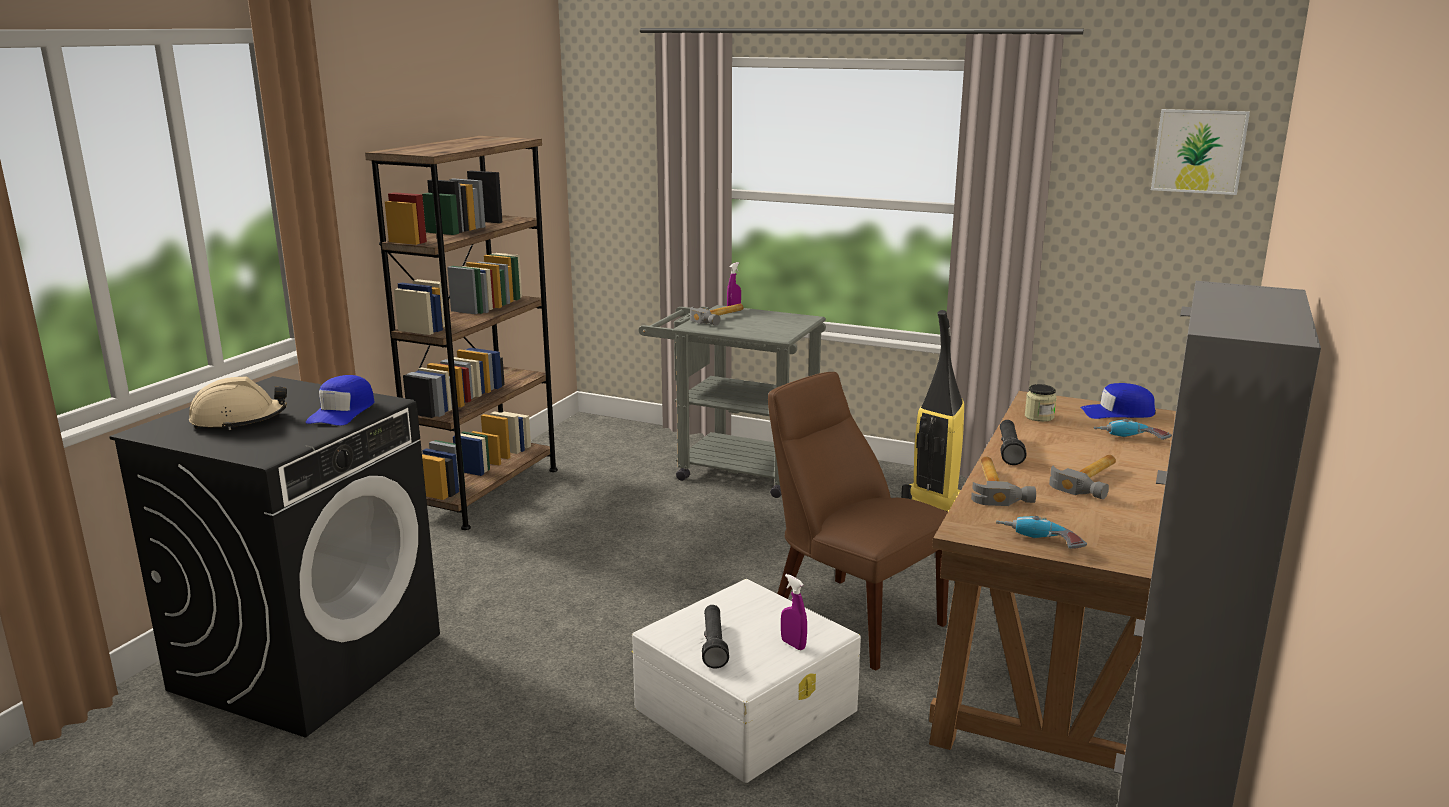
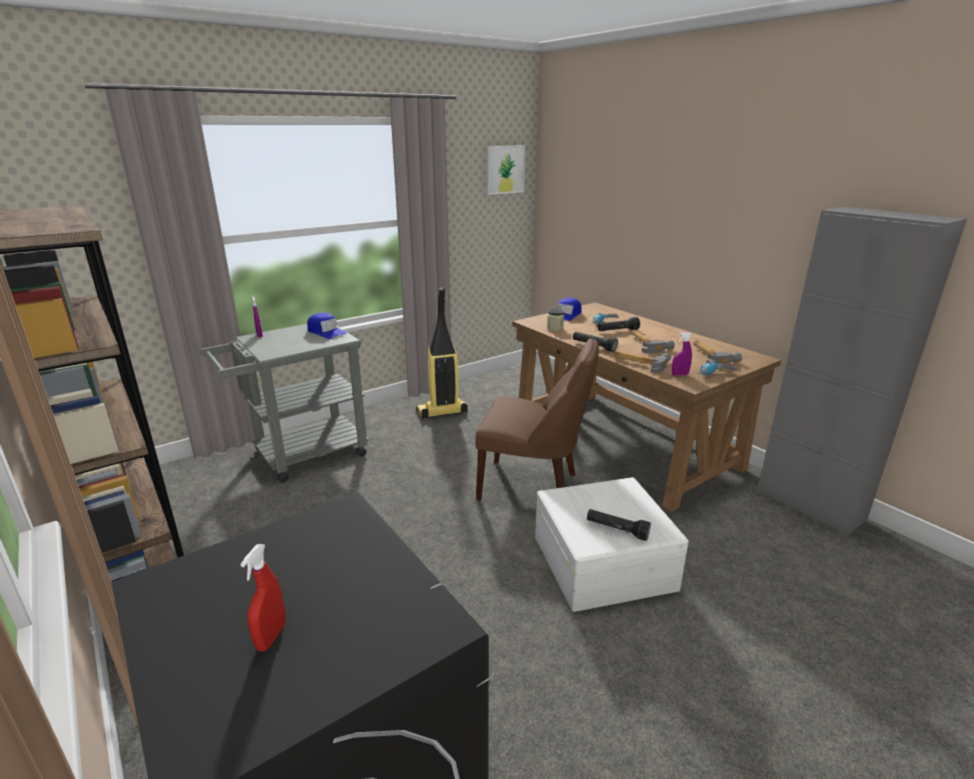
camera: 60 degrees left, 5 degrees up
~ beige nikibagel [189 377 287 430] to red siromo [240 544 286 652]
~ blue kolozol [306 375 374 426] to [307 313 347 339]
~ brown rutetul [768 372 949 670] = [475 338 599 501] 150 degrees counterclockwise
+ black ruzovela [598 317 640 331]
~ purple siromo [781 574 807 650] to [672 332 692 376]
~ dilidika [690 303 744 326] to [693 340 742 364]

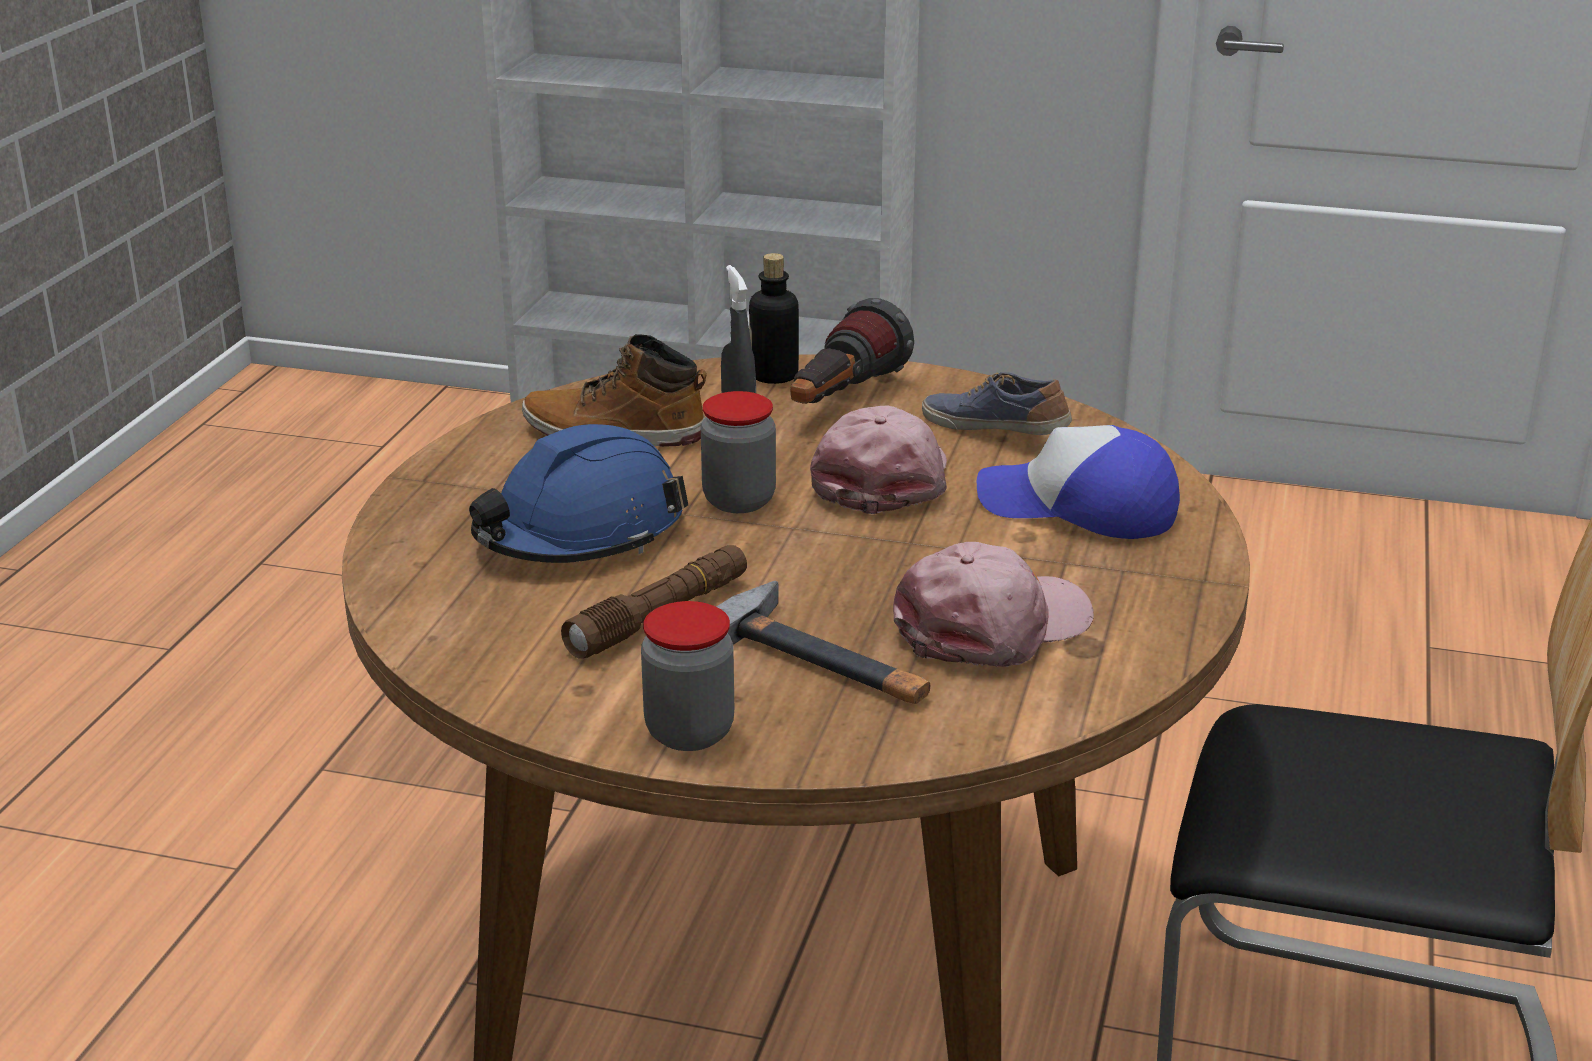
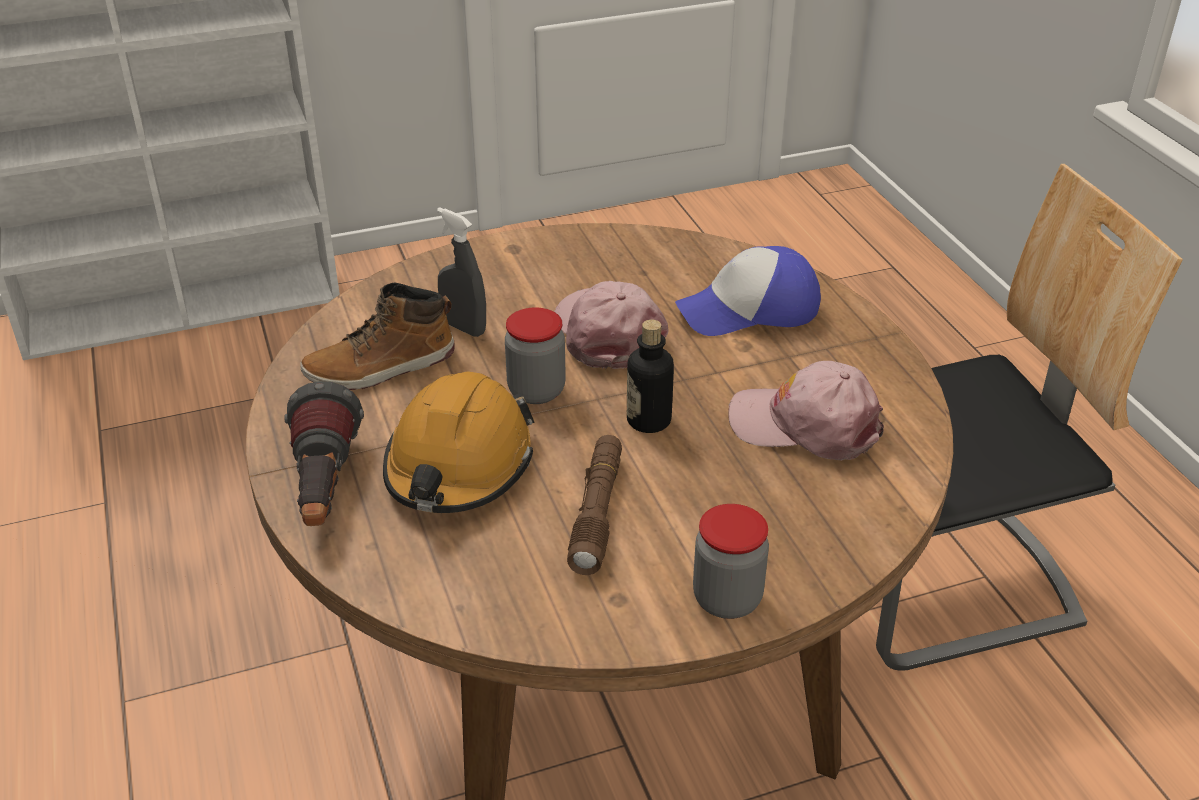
camera: 35 degrees left, 10 degrees up
~ ruzovela [790 298 914 404] to [284 381 364 526]
~ blue nikibagel [469 424 688 563] to orange nikibagel [383 372 535 513]
~ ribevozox [749 253 799 384] to [627 319 674 433]
~ pink kolozol [893 542 1094 667] = [728 361 884 461] 90 degrees counterclockwise
- dilidika [716 581 930 704]
- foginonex [922 372 1072 435]

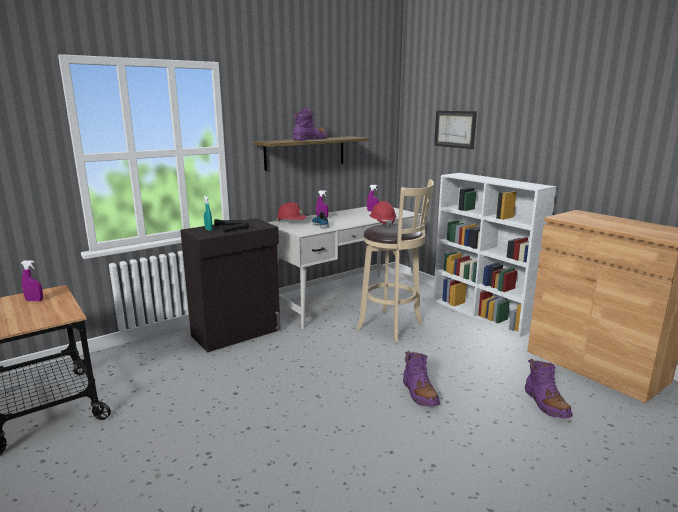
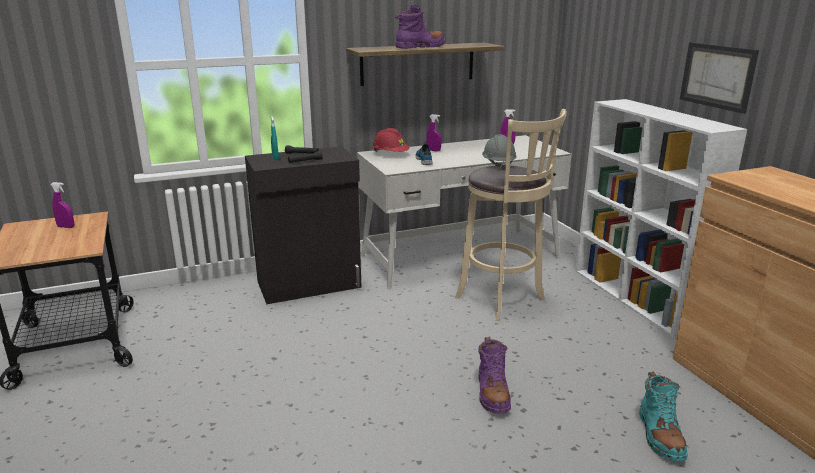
camera: 15 degrees right, 5 degrees up
~ red nikibagel [369 201 397 227] to grey nikibagel [482 134 517 170]
~ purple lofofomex [525 359 573 418] to turquoise lofofomex [639 371 688 461]
~ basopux [434 111 477 149] to [680 42 759 114]

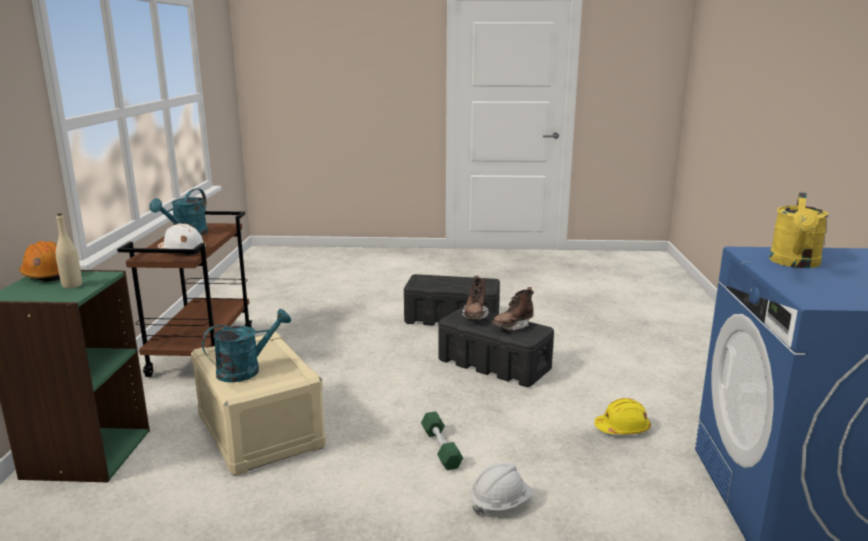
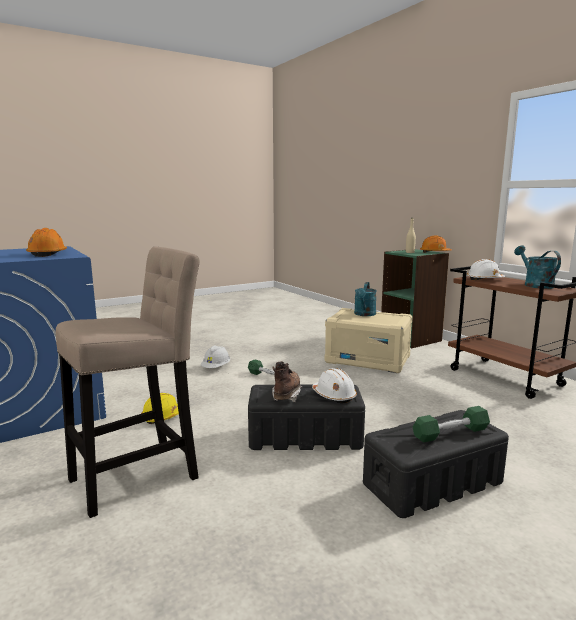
camera: 145 degrees right, 5 degrees down
~ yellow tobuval [769 192 829 268] to orange nikibagel [26 228 67 257]
+ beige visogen [56 246 199 518]
~ brown lofofomex [462 276 489 320] to white nikibagel [312 368 357 403]
+ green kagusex [413 406 490 442]

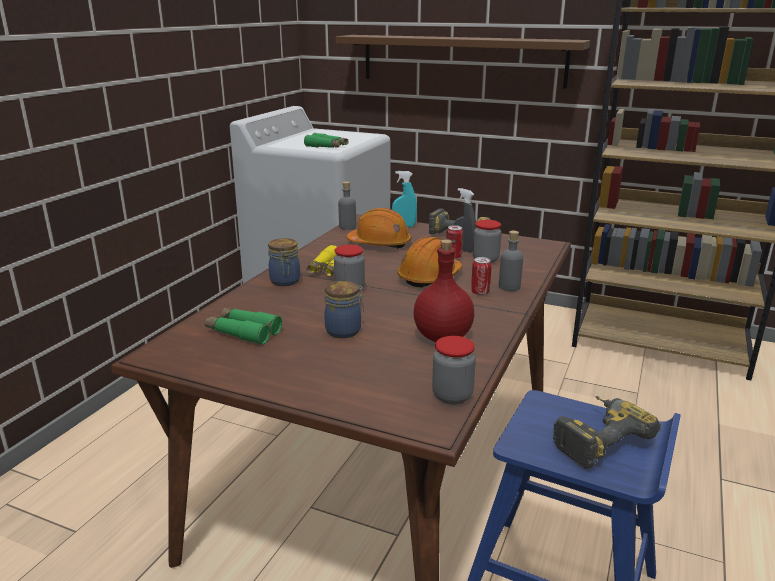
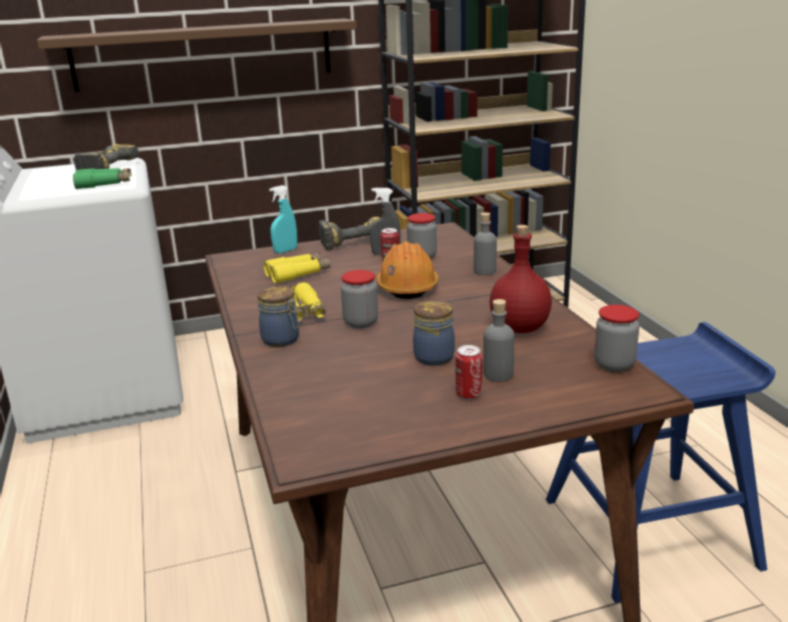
camera: 40 degrees left, 0 degrees up
~ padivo [553 396 661 469] to [73 144 139 170]
~ orange nikibagel [346 208 411 249] to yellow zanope [264 253 331 284]
~ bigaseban [471 257 492 295] to [455 345 482 399]
~ grey ribevozox [338 181 356 230] to [483 299 514 382]
- green zanope [205 308 282 345]

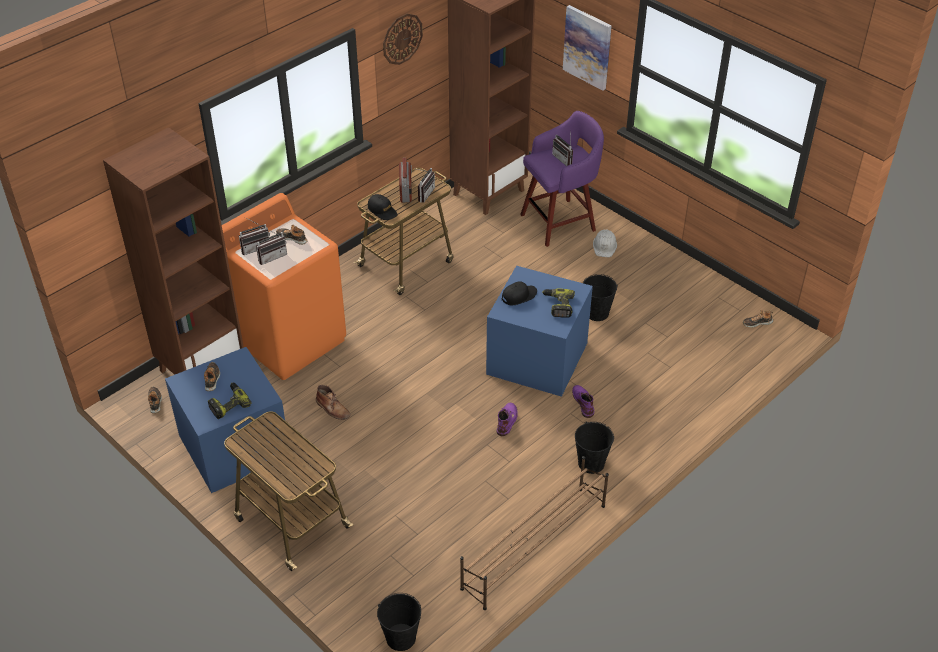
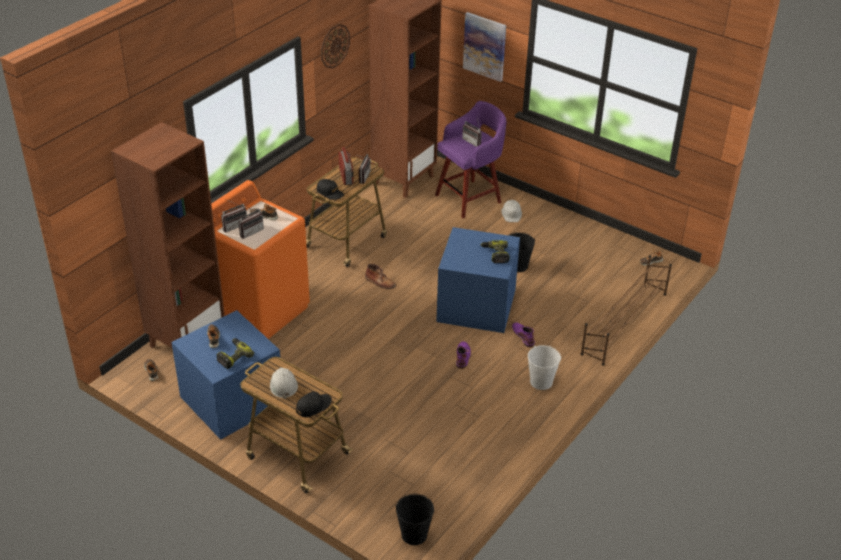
camera: 10 degrees left, 5 degrees down
+ white nikibagel [270 367 298 399]
~ black kolozol [502 281 537 305] to [296 392 332 417]
~ brown lofofomex [316 385 350 420] to [365 264 396 289]
~ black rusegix [575 422 614 474] to white rusegix [528 345 561 390]
~ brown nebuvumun [460 456 609 610] to [581 255 672 366]

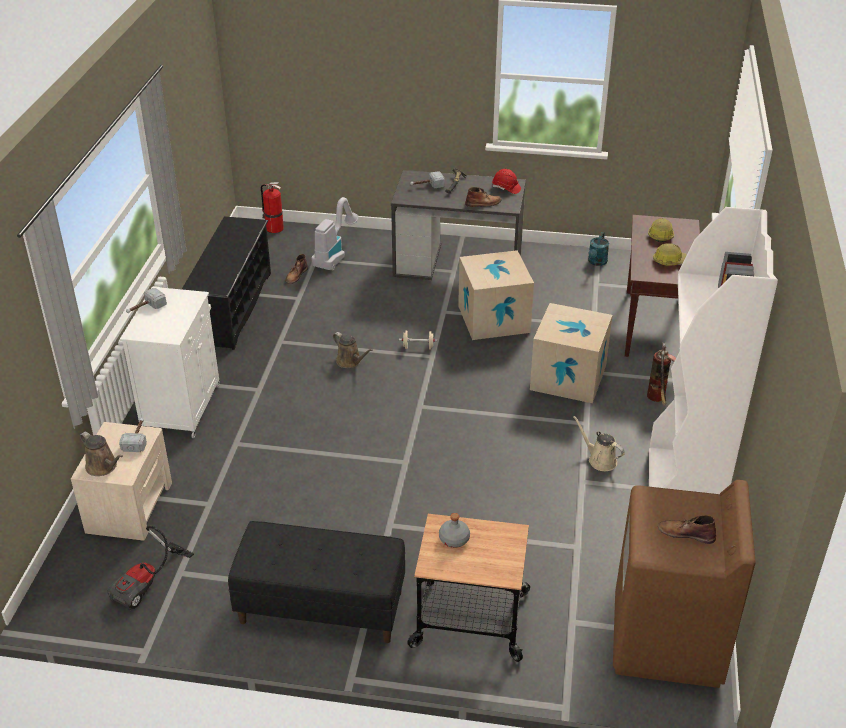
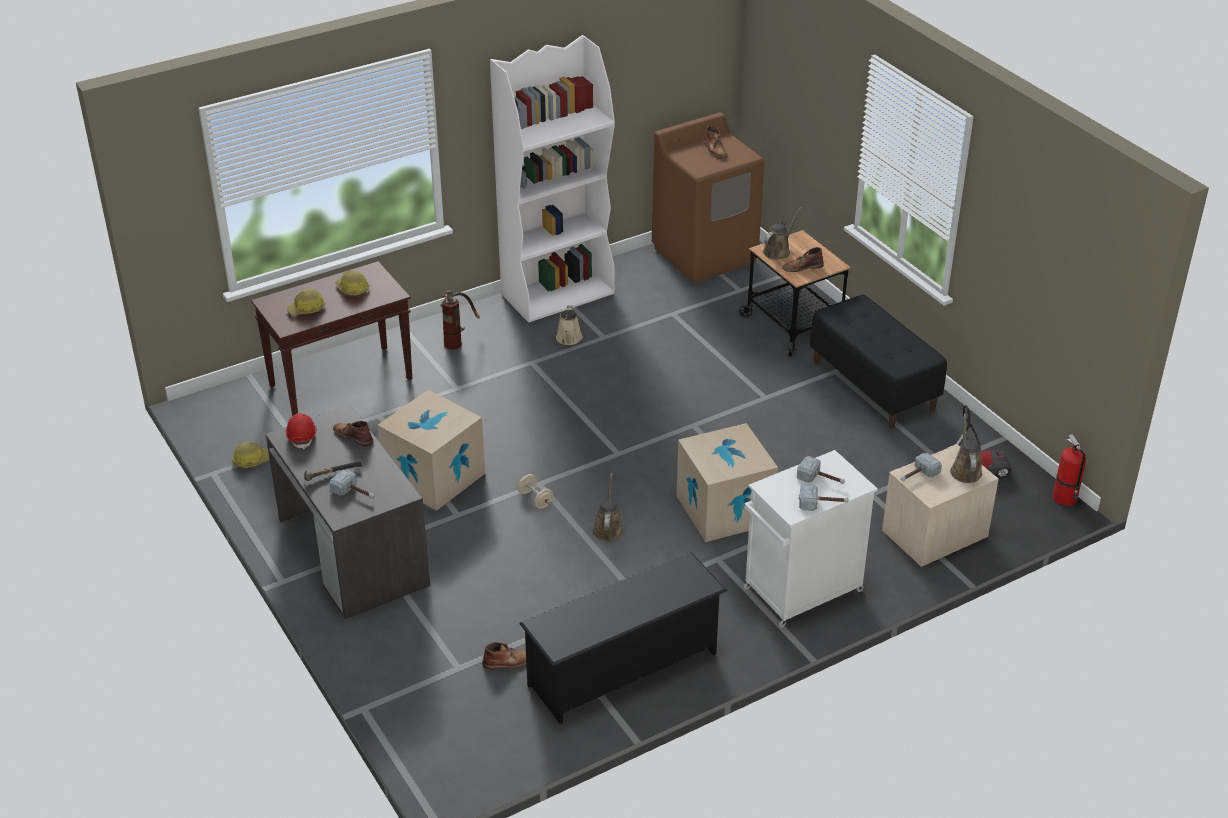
camera: 130 degrees left, 0 degrees up
~ turquoise tobuval [588 232 609 266] to nikibagel [232 442 270 468]
~ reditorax [530 303 612 403] to [677 423 778 542]
+ brown tobuval [763 207 802 259]
~ grey ribevozox [439 513 470 548] to brown lofofomex [782 247 824 272]
+ dilidika [797 456 845 484]
~ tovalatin [261 182 284 233] to [1053 434 1087 506]
- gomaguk [311 197 358 270]

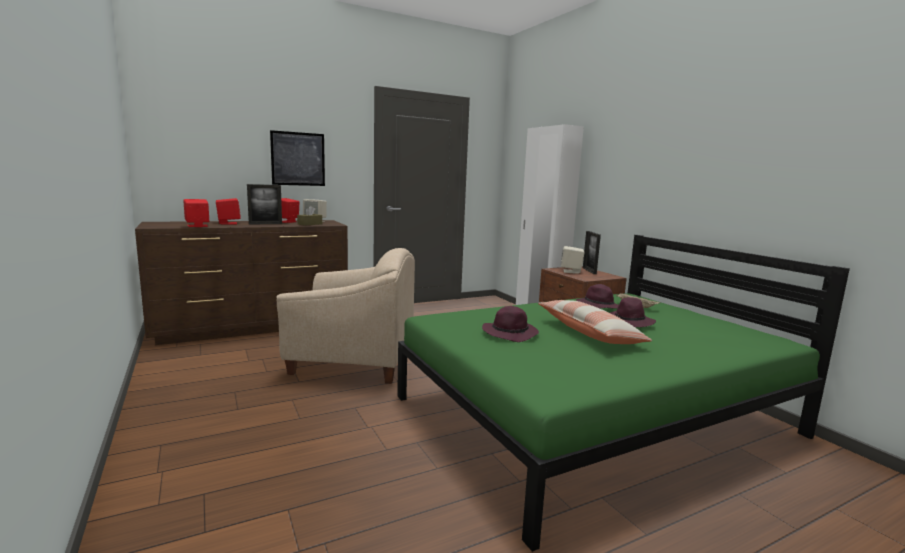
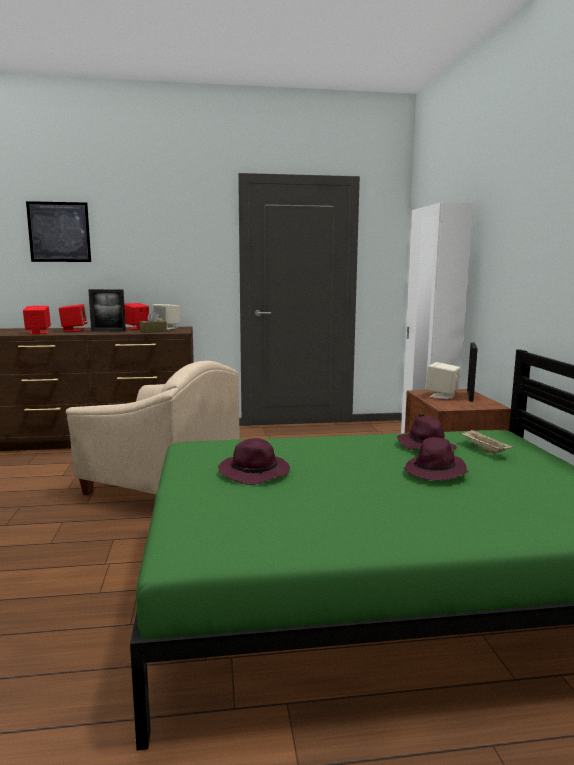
camera: 20 degrees right, 0 degrees up
~ basopux [270 130 325 186] to [26 201 91 262]
- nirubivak [538 300 652 344]

